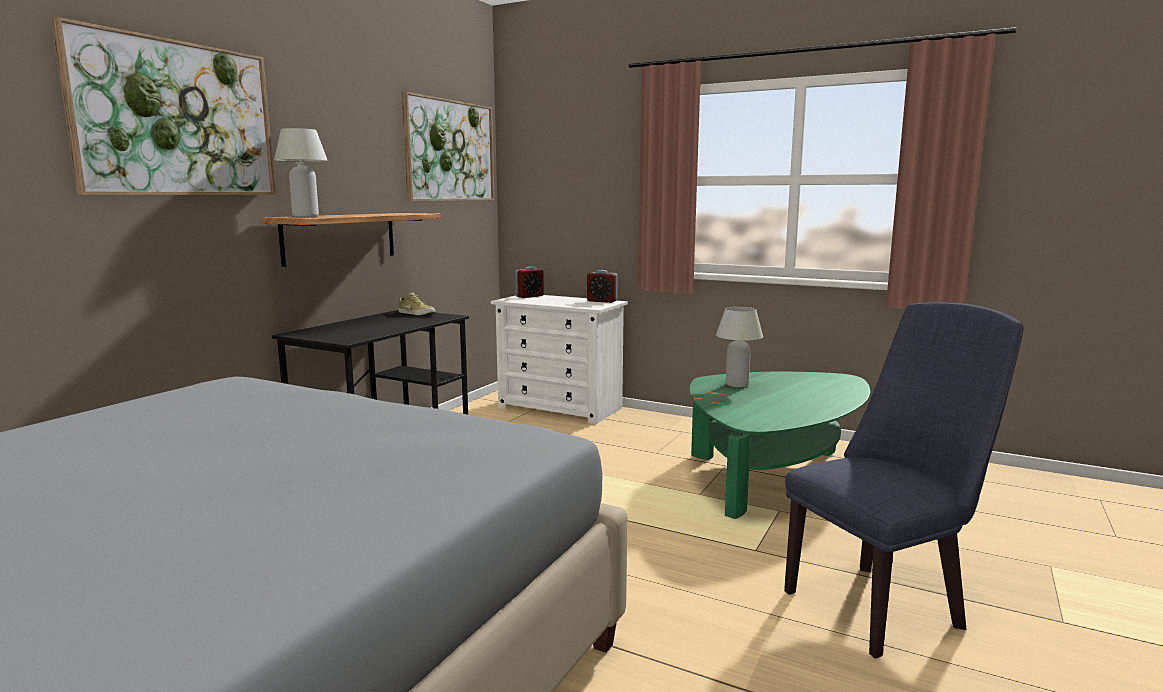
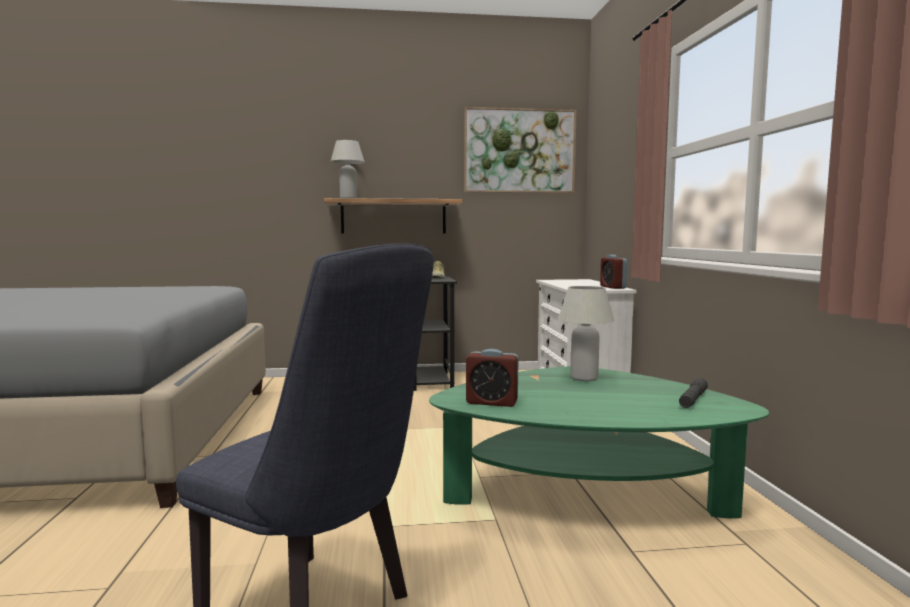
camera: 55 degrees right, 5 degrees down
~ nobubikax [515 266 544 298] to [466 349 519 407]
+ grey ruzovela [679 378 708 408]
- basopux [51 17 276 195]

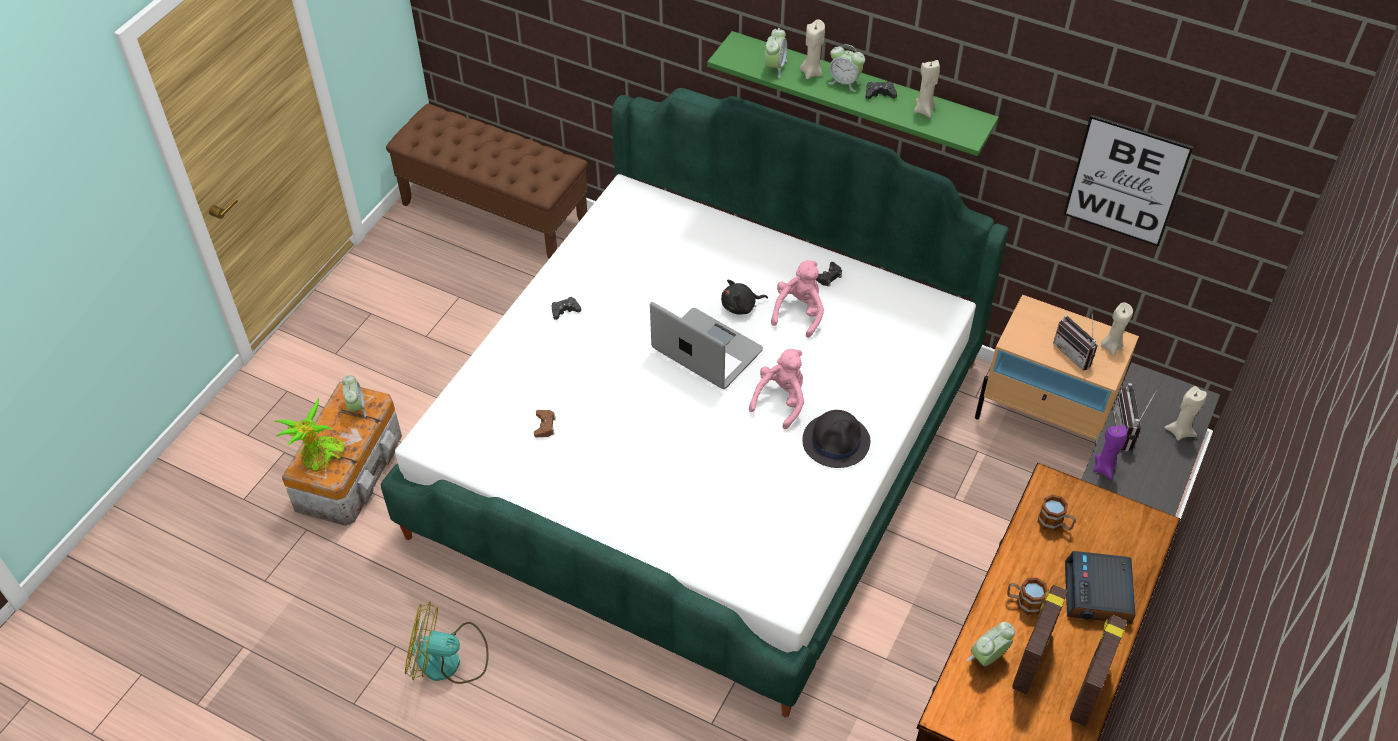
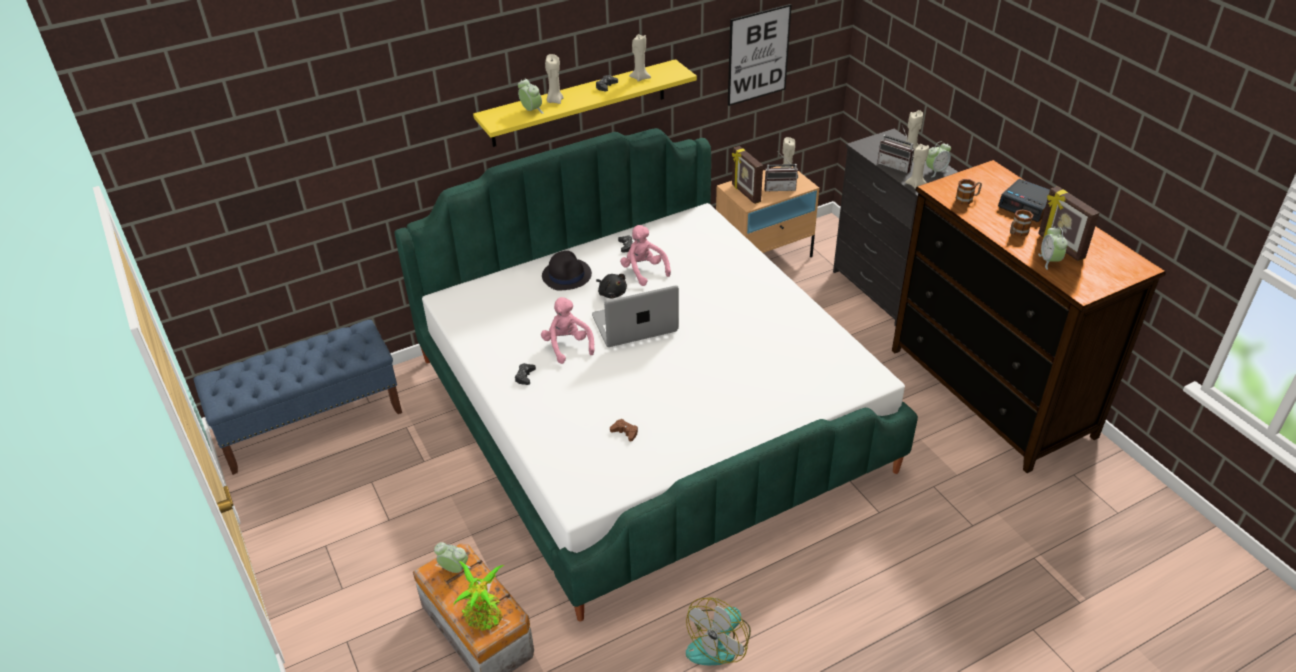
camera: 55 degrees left, 10 degrees down
~ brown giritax [386 104 588 259] to blue giritax [194 319 402 475]
~ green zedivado [707 31 999 156] to yellow zedivado [473 59 697 147]
~ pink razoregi [749 349 804 429] to [541 297 594 364]
~ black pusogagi [802 410 870 468] to [542 251 592 291]
~ black razoregi [721 280 768 315] = [596 274 627 299] 60 degrees counterclockwise
~ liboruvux [1070 615 1127 726] to [732 146 763 204]
~ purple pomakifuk [1093 425 1127 480] to beige pomakifuk [905 144 929 189]
~ nobubikax [828 44 865 92] to [926 141 951 177]

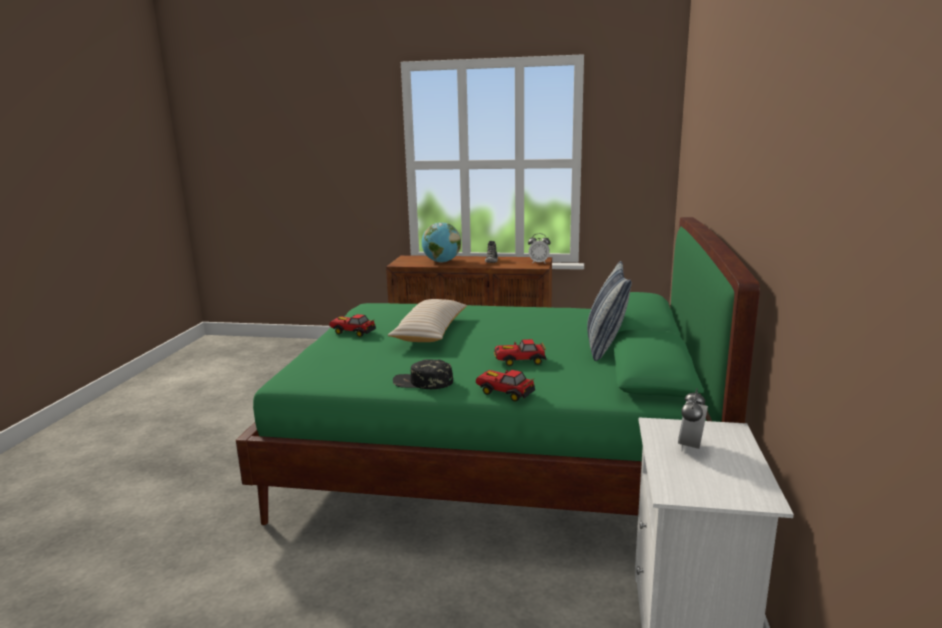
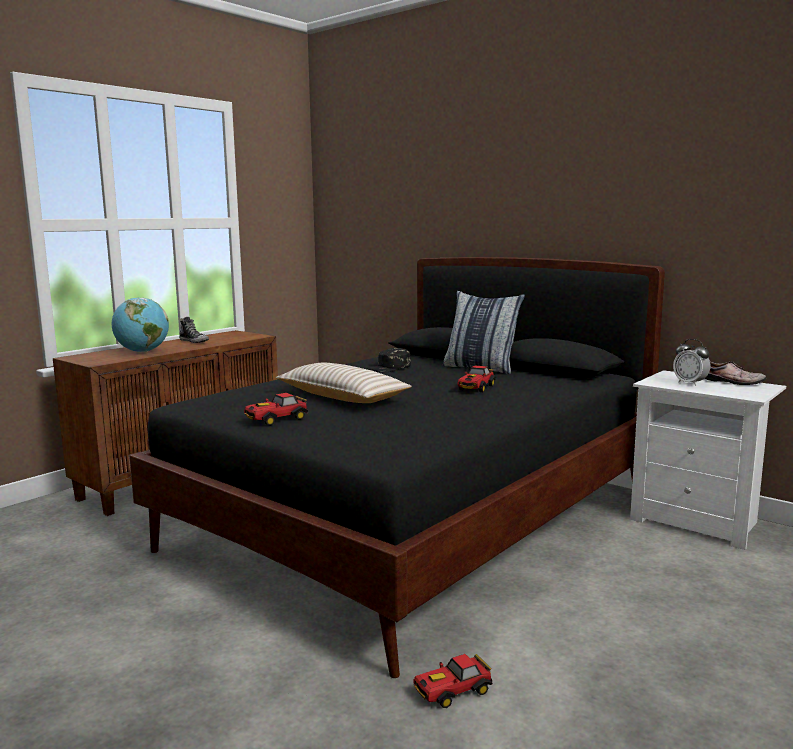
camera: 60 degrees left, 5 degrees down
~ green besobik [236 217 760 525] to black besobik [129 257 665 678]
~ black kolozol [393 359 453 389] to [367 348 411 373]
~ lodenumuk [476 370 535 402] to [414 654 493 708]
+ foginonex [705 361 766 385]
- nobubikax [528 233 550 264]

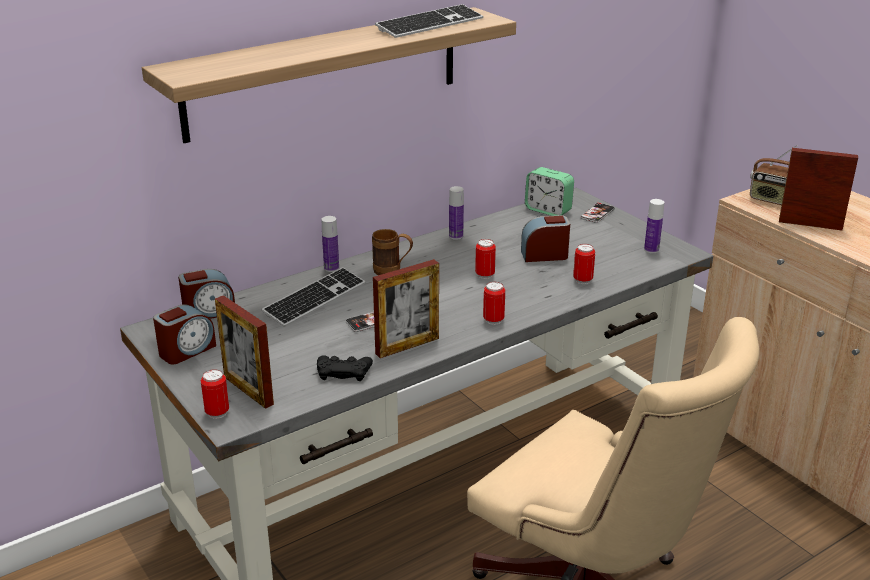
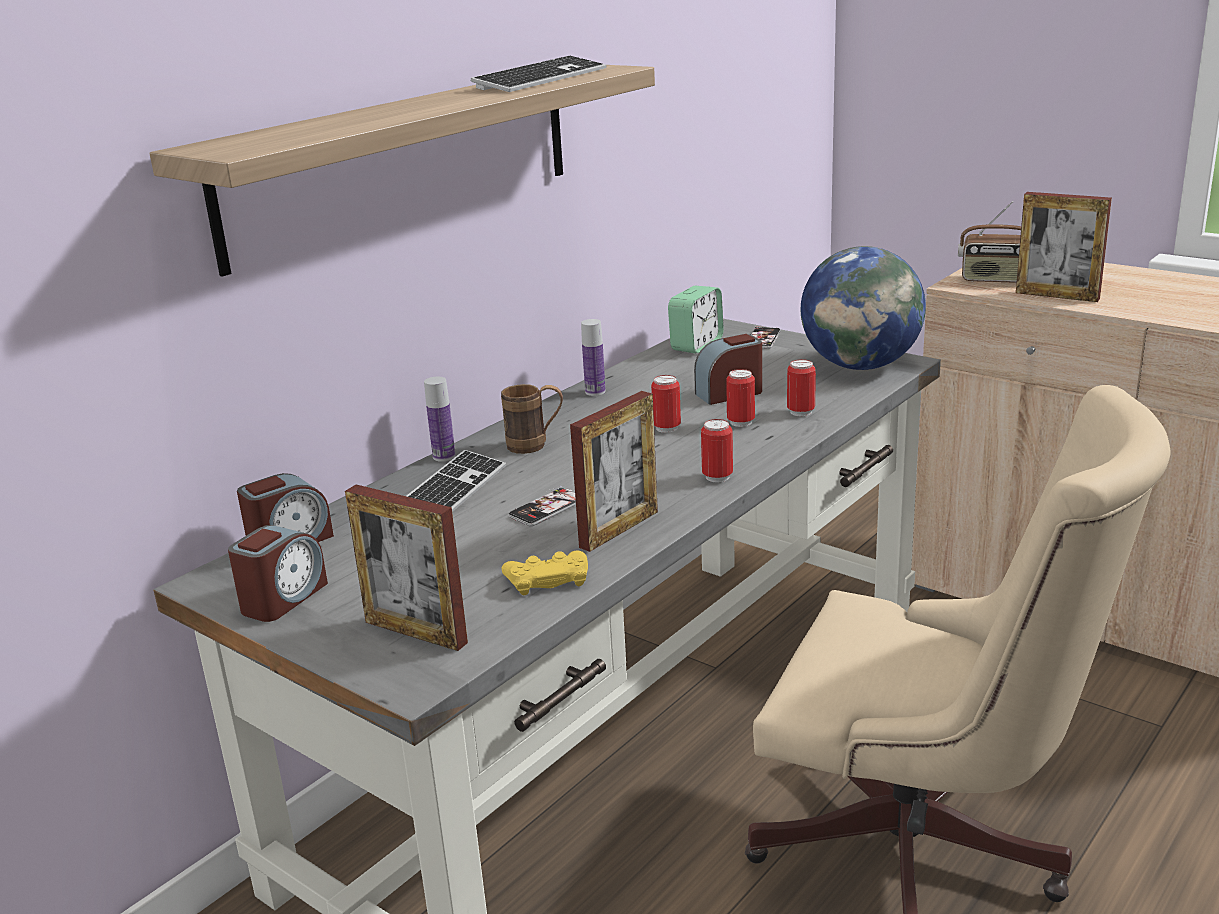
camera: 15 degrees left, 5 degrees down
~ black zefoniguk [317 355 373 381] to yellow zefoniguk [501 550 588 596]
~ nobubikax [525 167 574 216] = [668 286 724 353] 75 degrees counterclockwise
~ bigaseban [201 369 229 419] to [726 369 755 427]
~ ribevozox [644 199 664 253] to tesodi [801 246 926 370]
~ liboruvux [779 148 858 230] = [1016 192 1112 302] 150 degrees counterclockwise

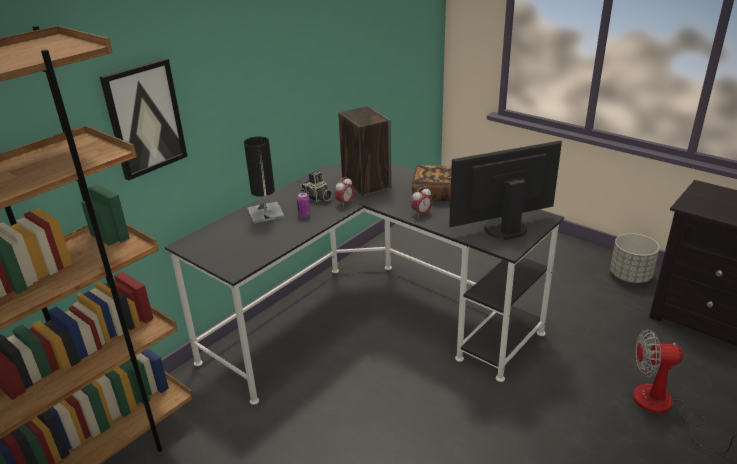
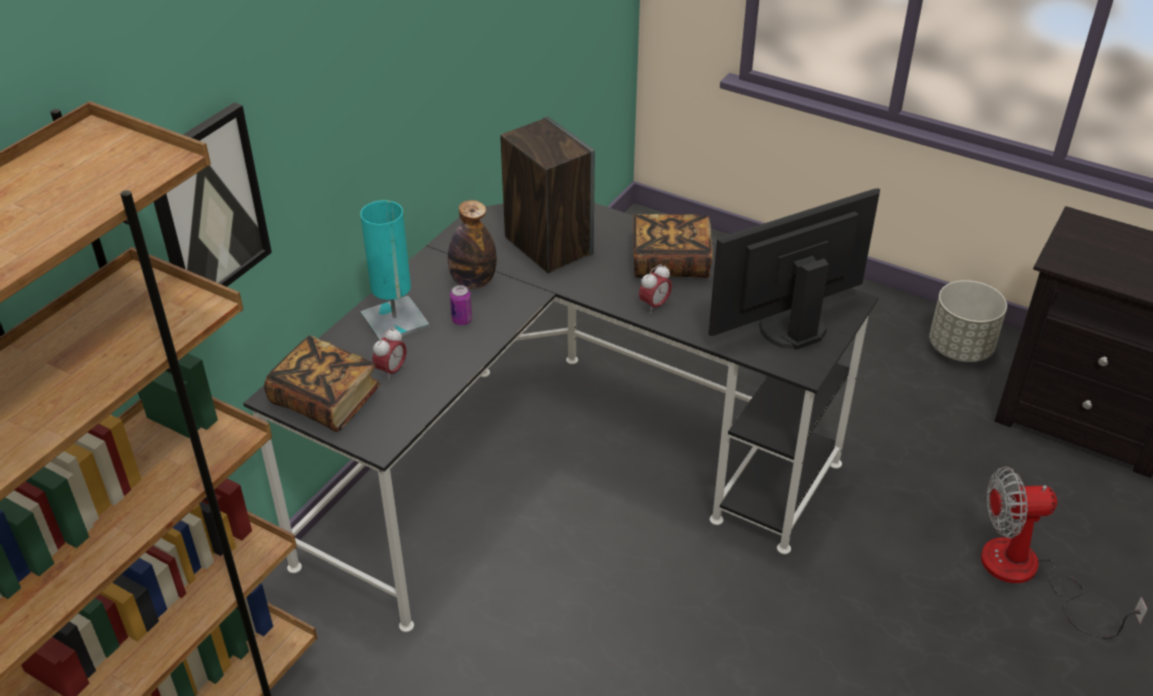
camera: 10 degrees left, 10 degrees up
+ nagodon [264 335 381 432]
~ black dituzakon [244 136 285 224] to turquoise dituzakon [360 200 430 341]
~ nobubikax [335 177 354 206] to [372 328 407 381]
~ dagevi [300 171 332 202] to ribevozox [448 200 497 289]

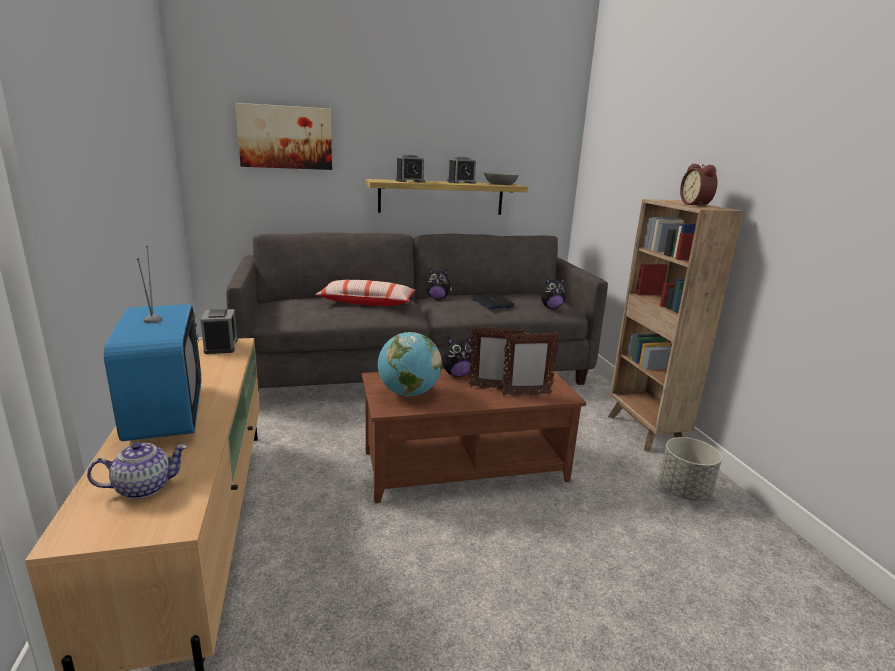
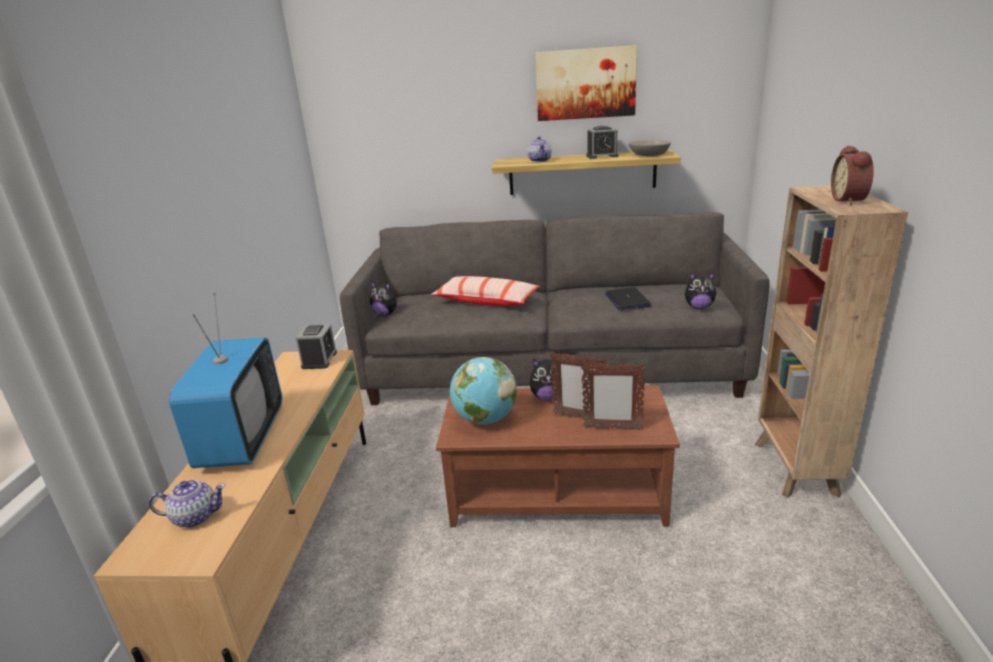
camera: 20 degrees right, 5 degrees up
~ razoregi [426 269 452 299] to [370 282 402 316]
~ nobubikax [396 154 425 183] to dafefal [527 136 552 162]
~ basopux [235 103 332 170] to [536 45 637 121]
- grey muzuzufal [659 437 722 501]

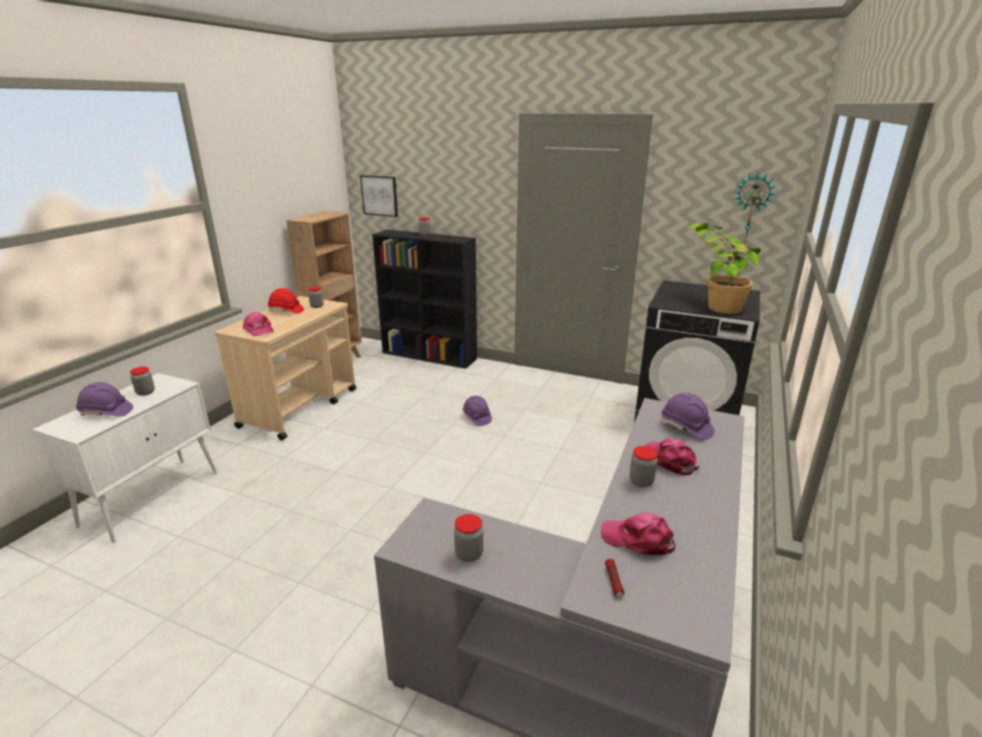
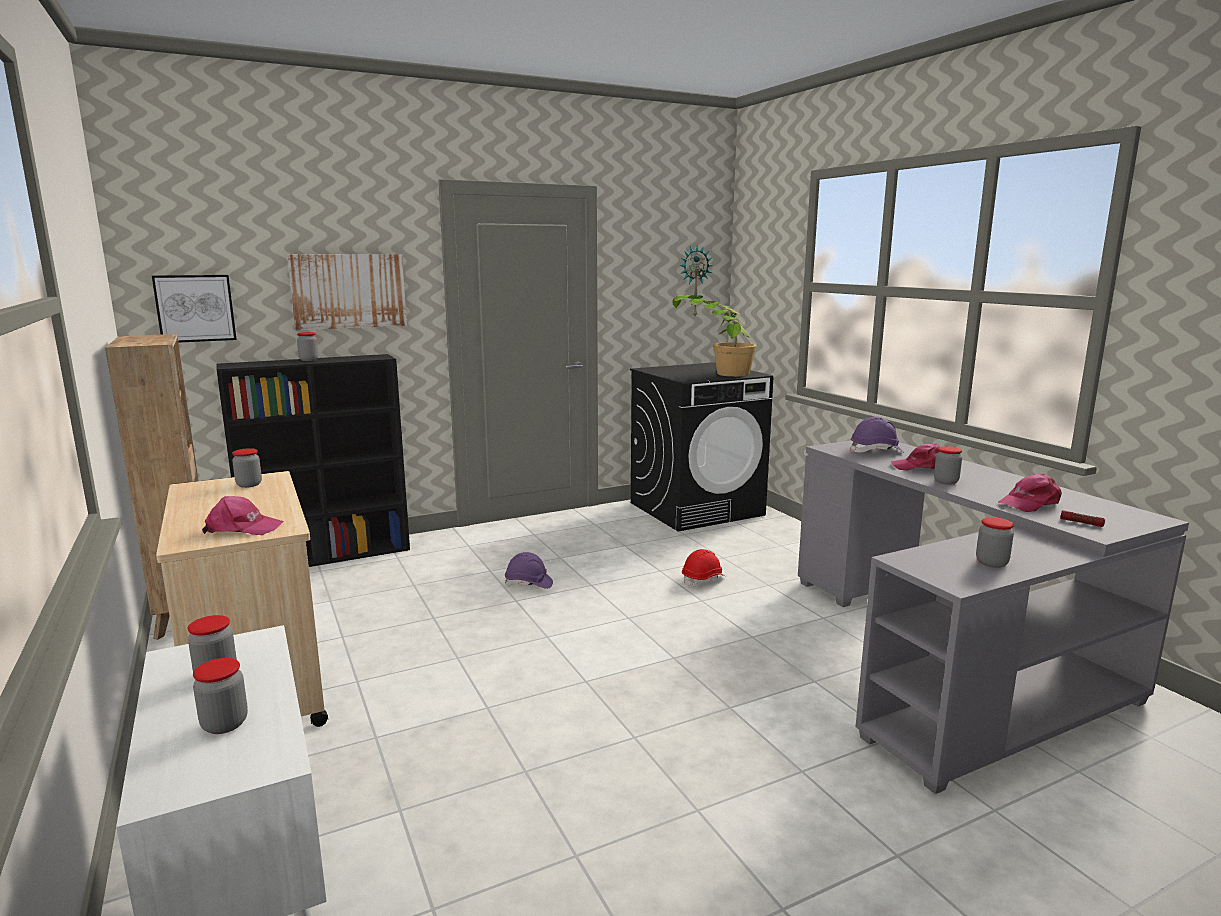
camera: 50 degrees left, 10 degrees down
~ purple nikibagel [76 382 133 417] to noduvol [193 658 248 734]
+ basopux [287 254 407 330]
~ red nikibagel [268 288 304 313] to [682 549 725 588]

